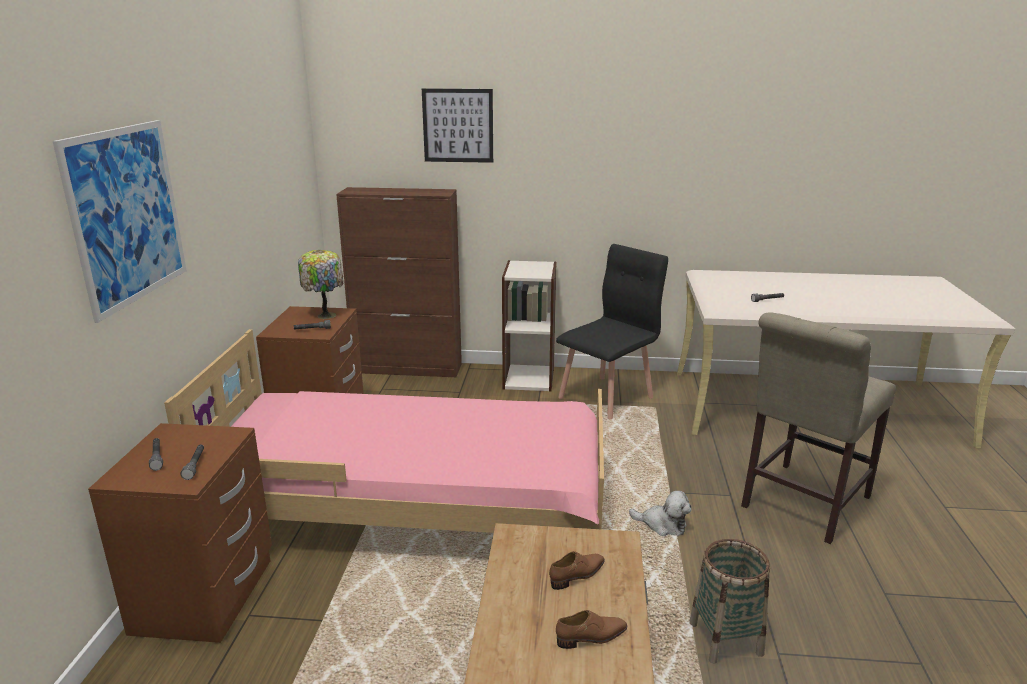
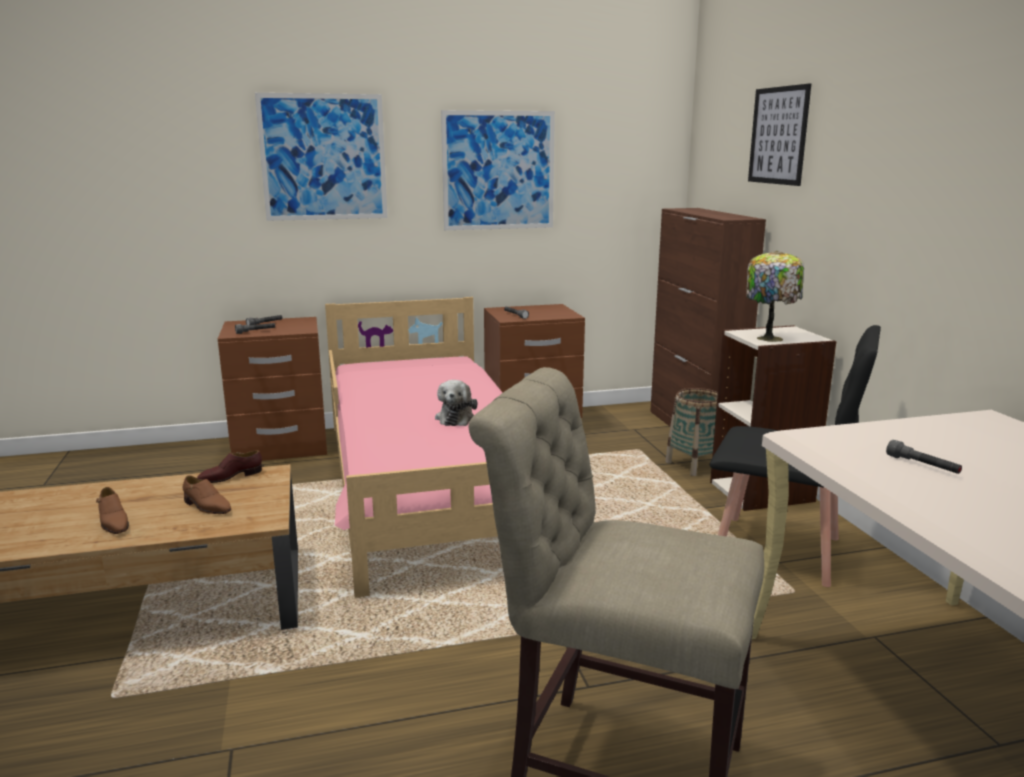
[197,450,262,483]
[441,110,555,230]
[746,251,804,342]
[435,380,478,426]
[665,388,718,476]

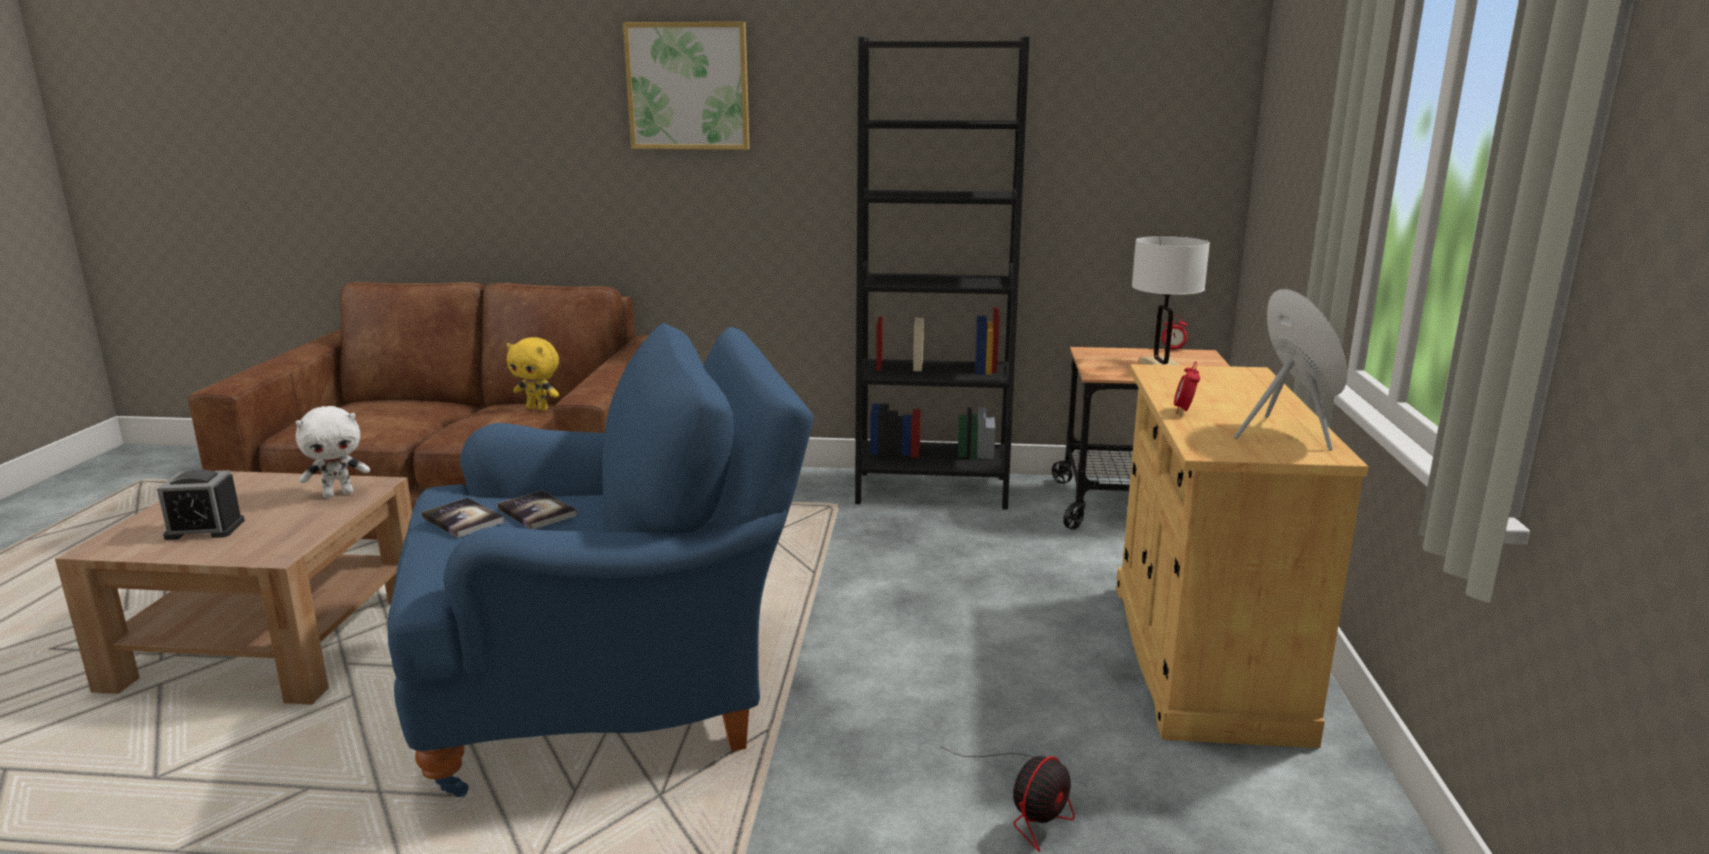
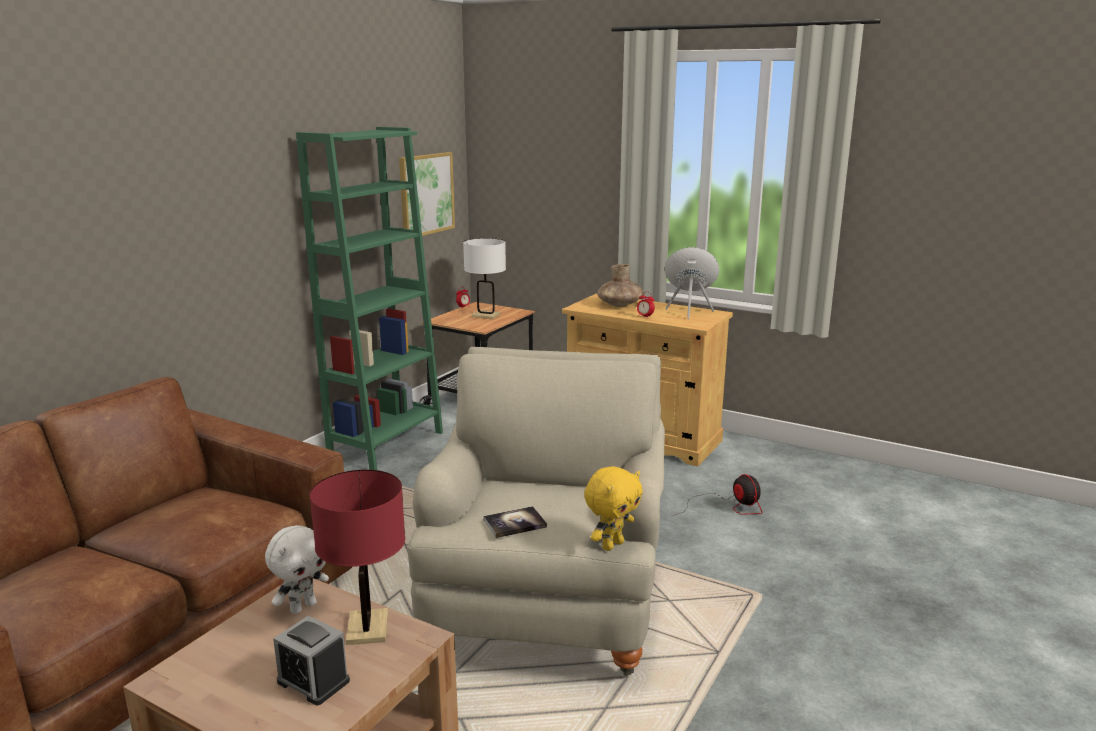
[497,491,577,529] (first image)
[309,470,405,645]
[597,264,643,307]
[584,466,643,551]
[399,152,455,239]
[408,347,665,676]
[296,127,443,470]
[273,615,350,705]
[265,525,329,614]

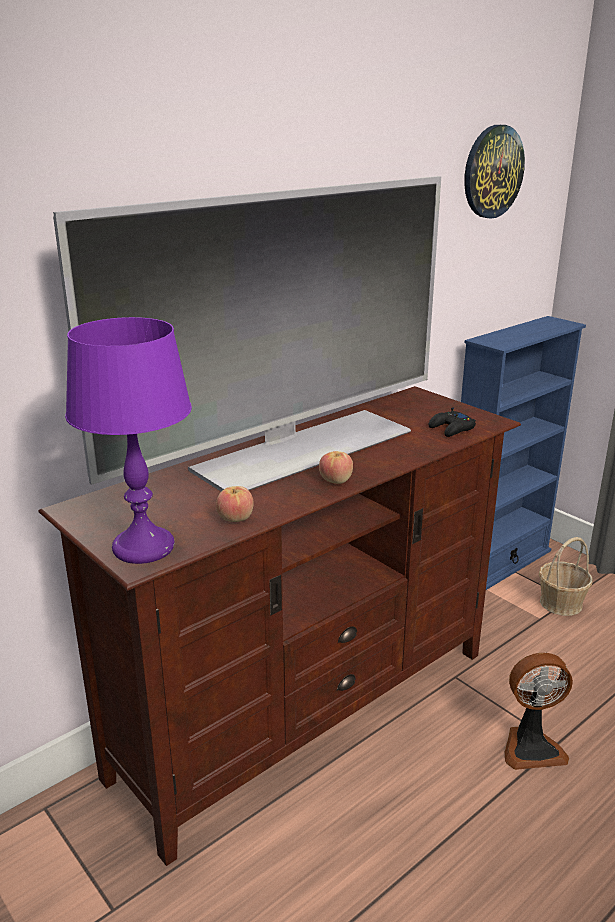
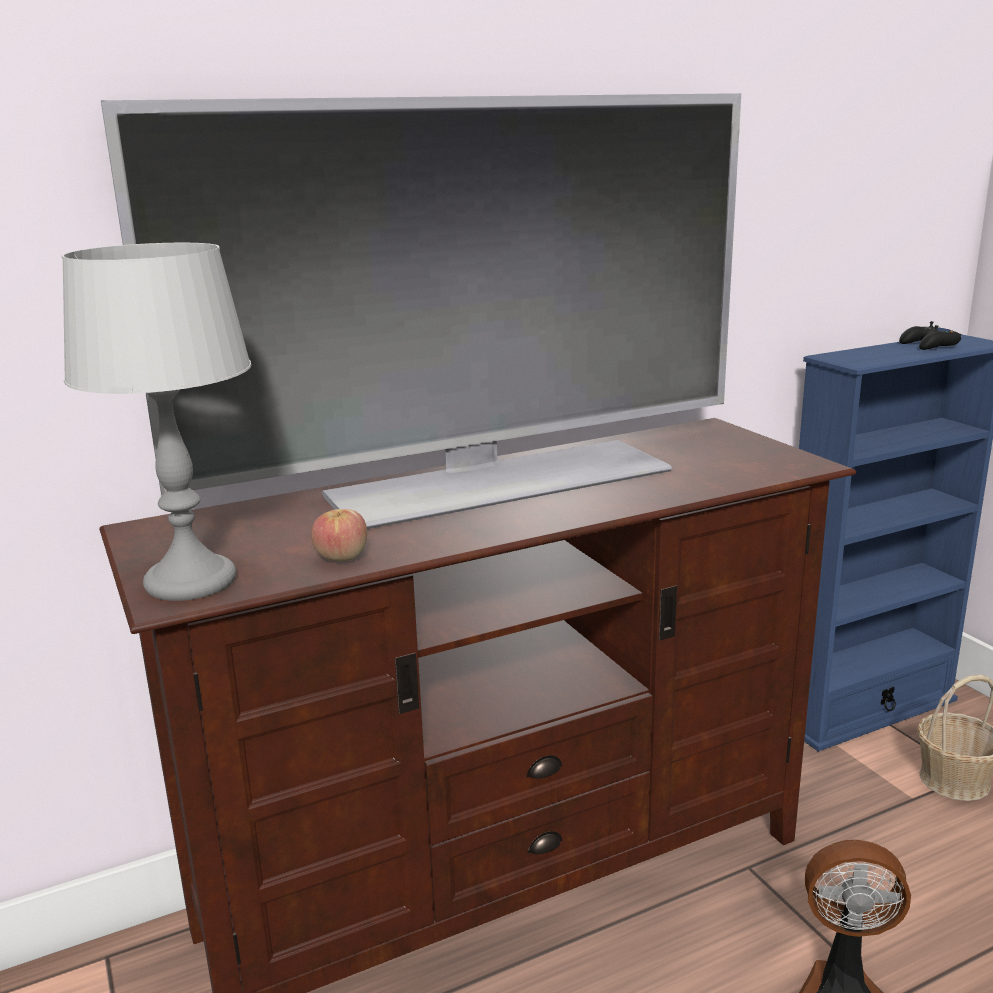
[319,451,353,484] (first image)
[464,125,525,219] (first image)
[899,321,962,350]
[62,243,252,601]

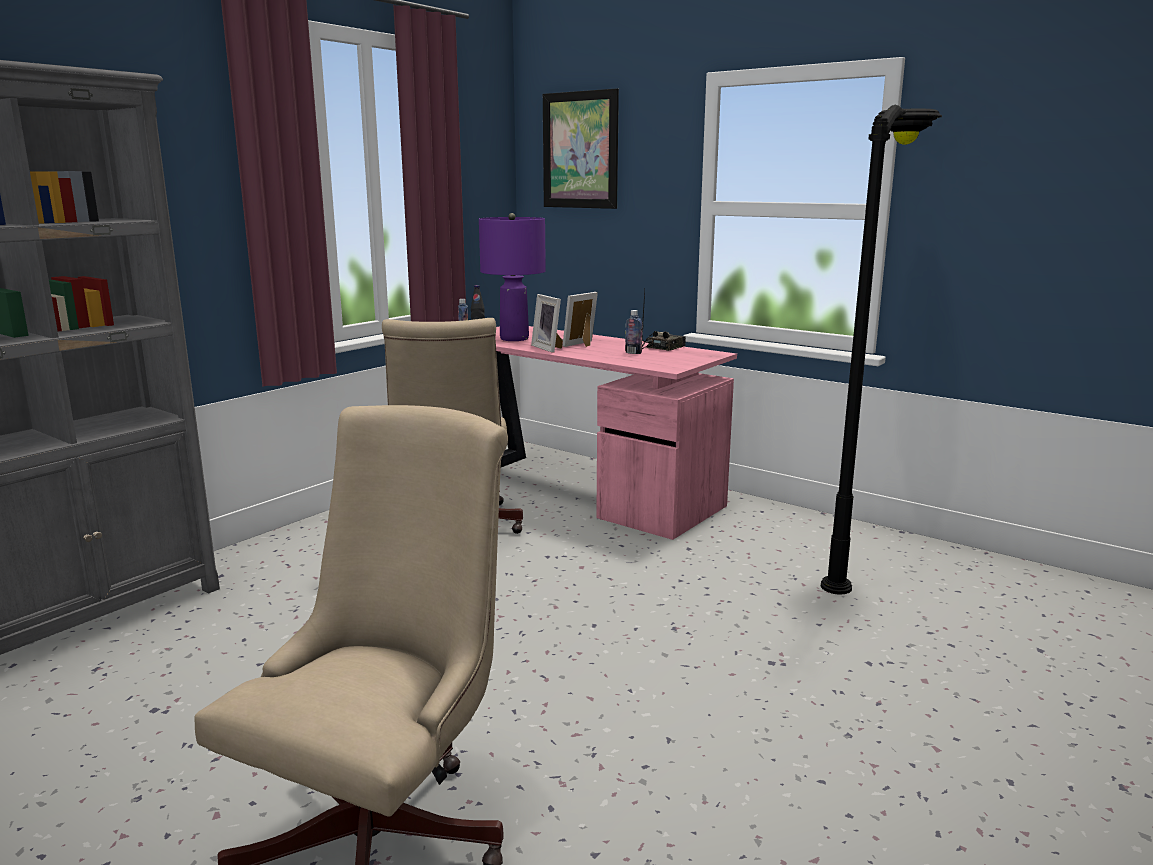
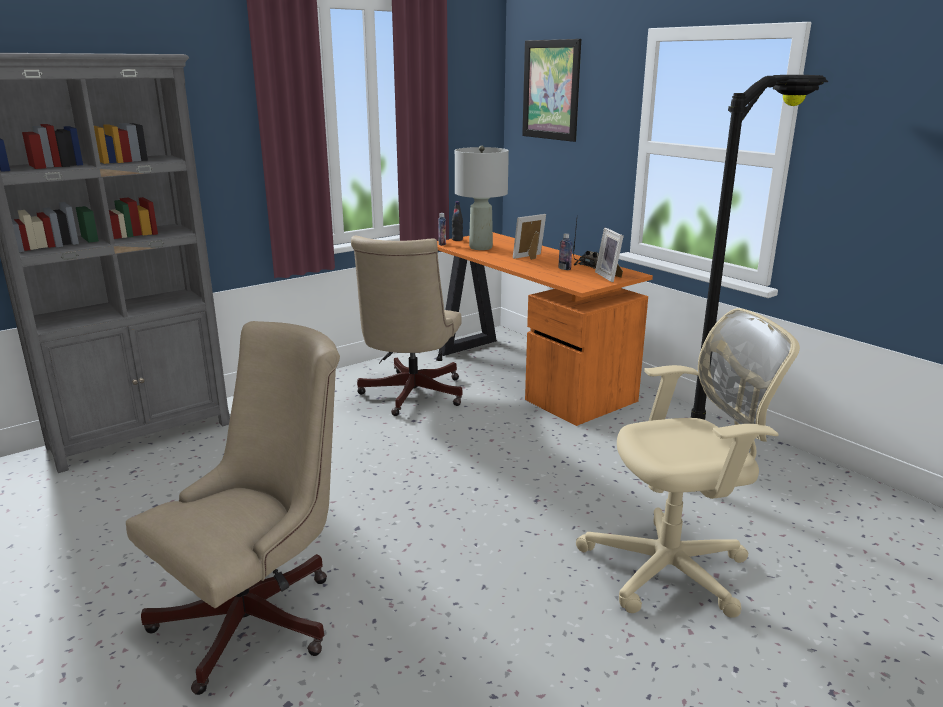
[576,308,800,618]
[595,228,624,282]
[455,146,509,250]
[437,232,653,426]

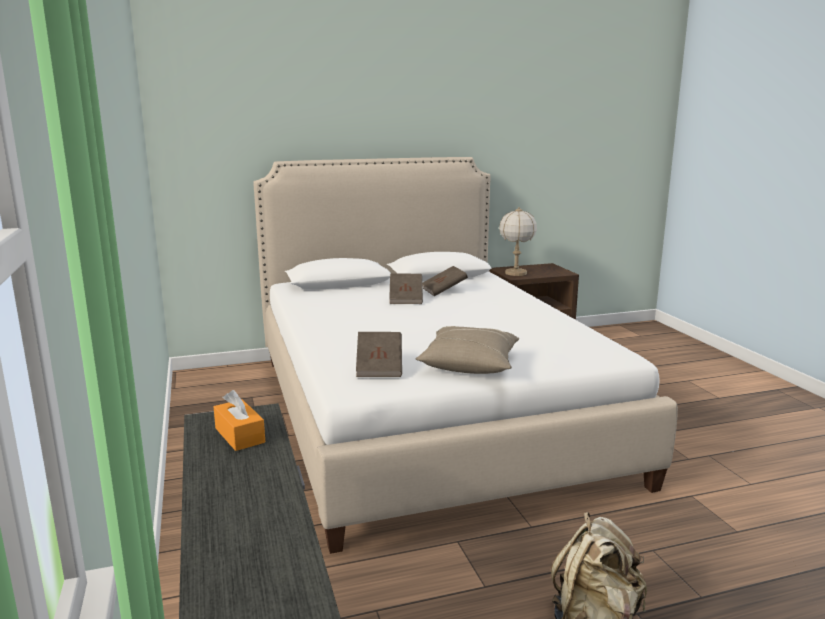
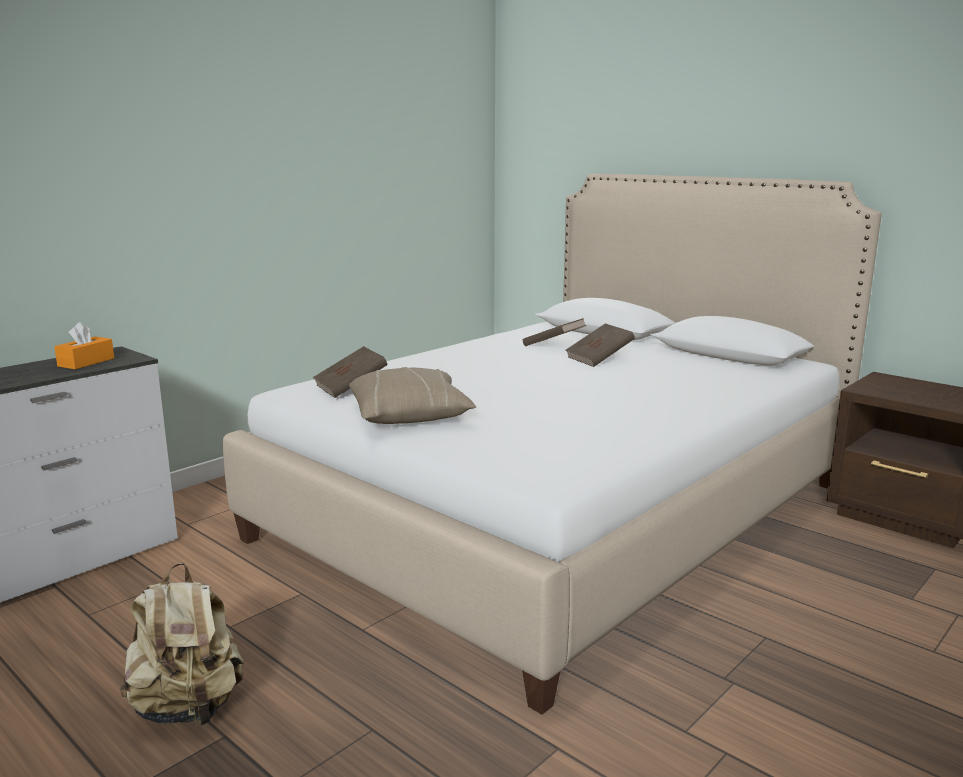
[499,207,537,276] (first image)
[523,318,587,346]

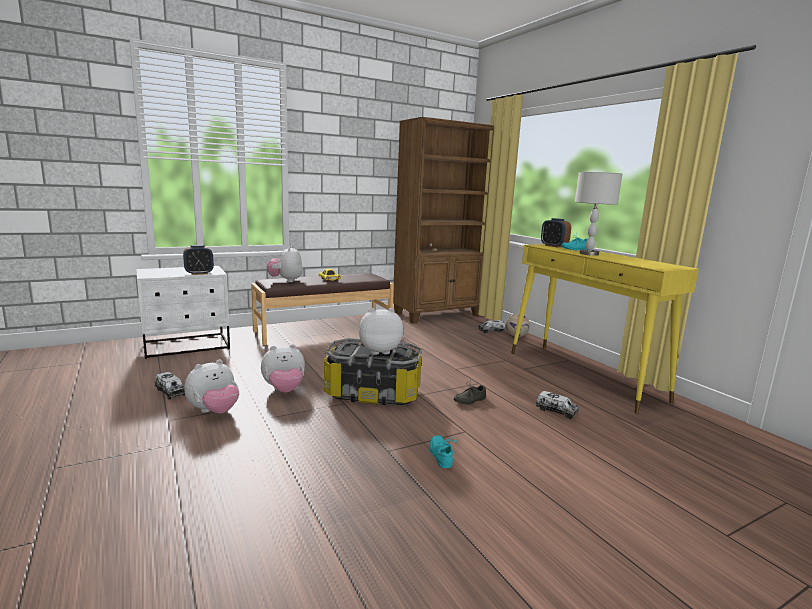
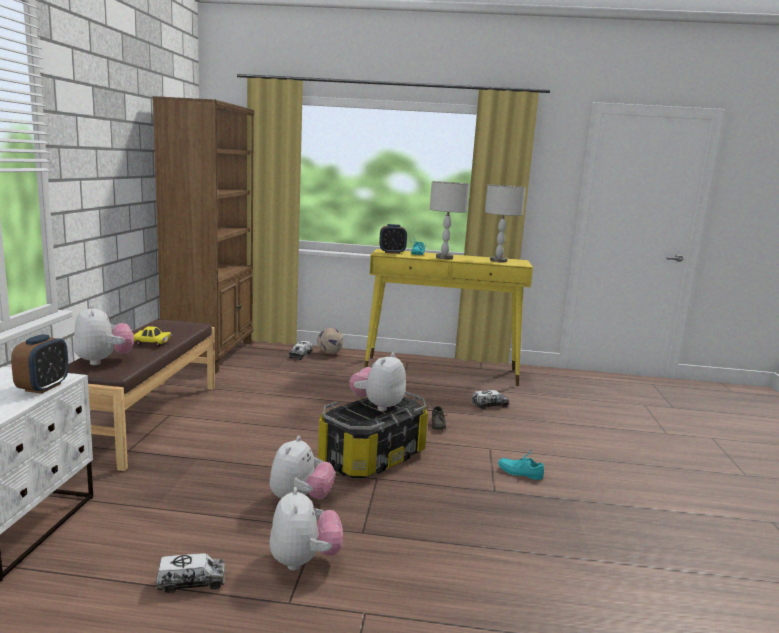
[485,185,526,262]
[73,304,134,365]

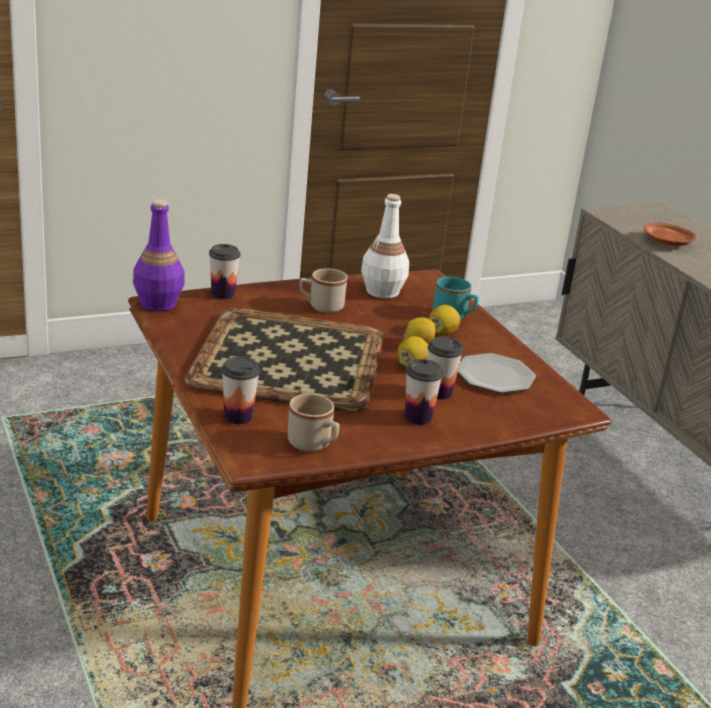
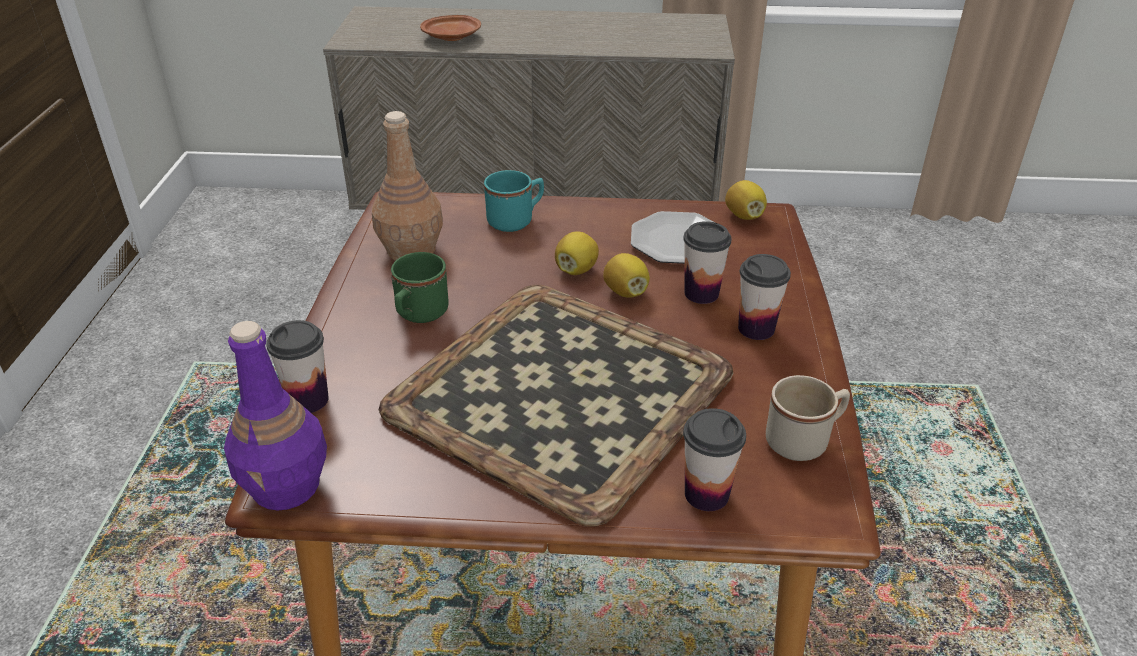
[725,180,767,220]
[391,252,448,323]
[372,111,443,261]

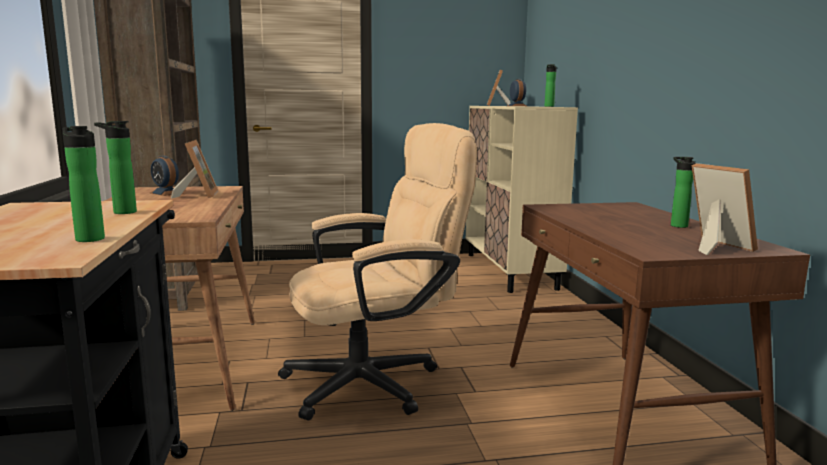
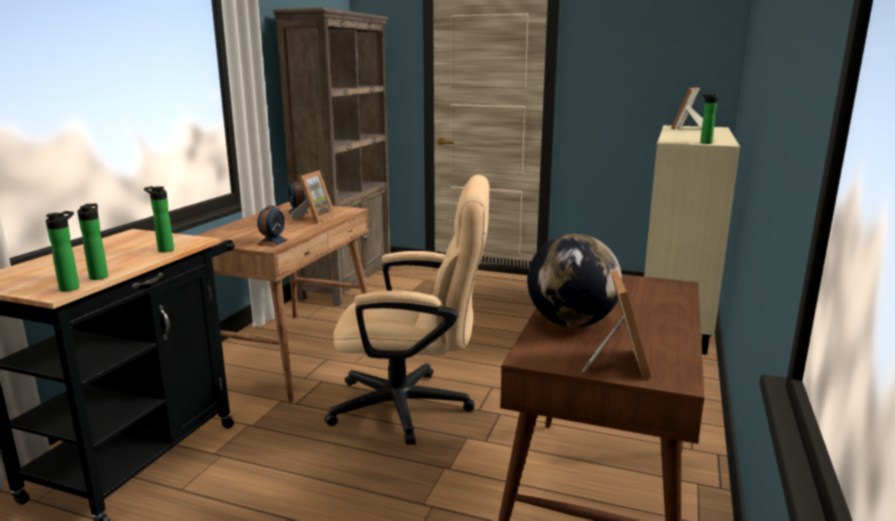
[527,234,622,327]
[256,206,289,247]
[46,211,80,291]

